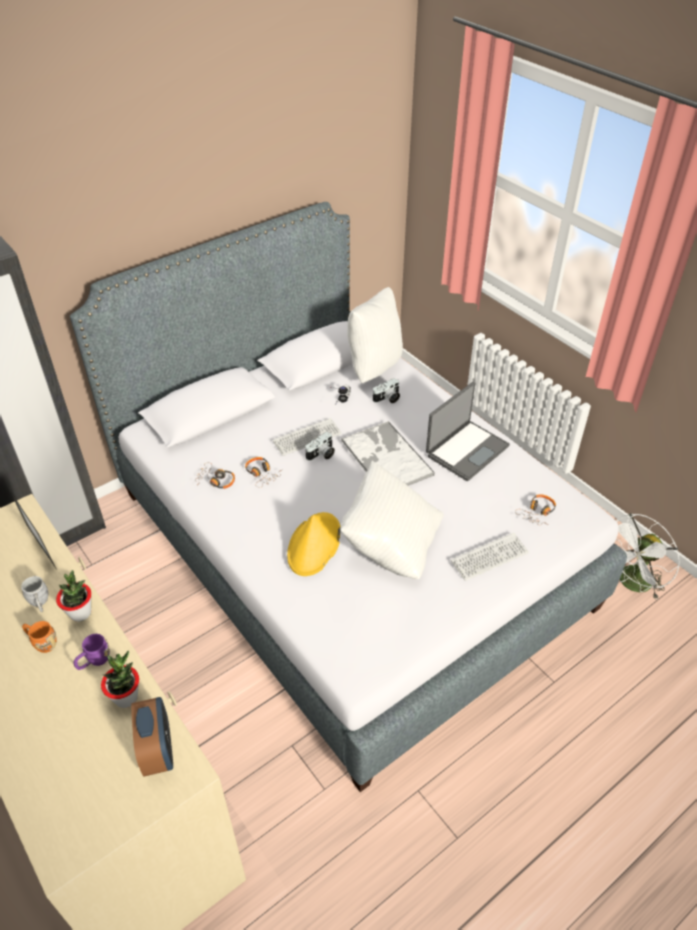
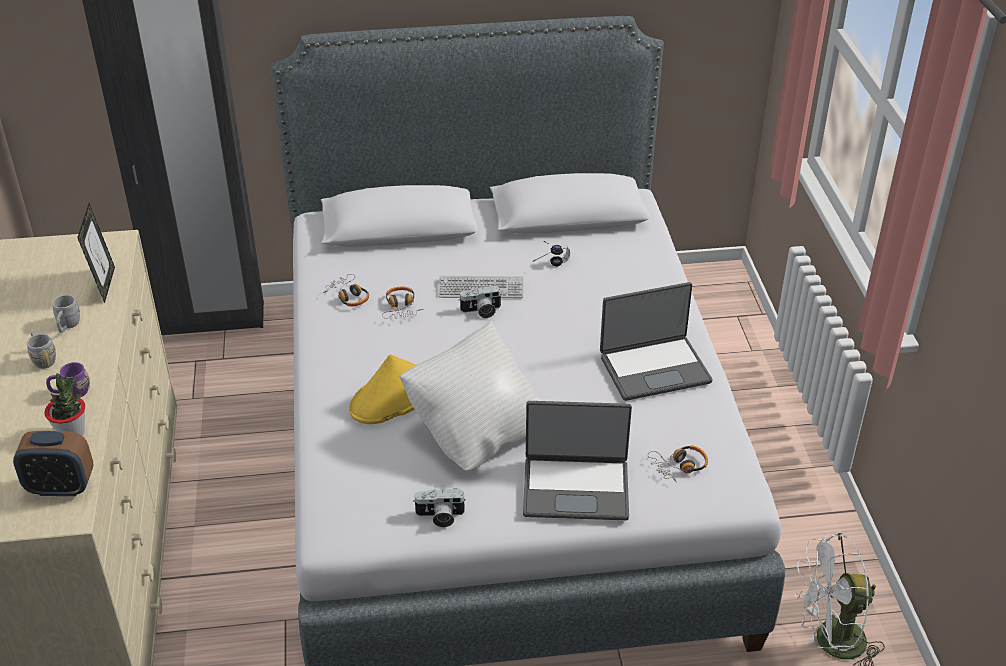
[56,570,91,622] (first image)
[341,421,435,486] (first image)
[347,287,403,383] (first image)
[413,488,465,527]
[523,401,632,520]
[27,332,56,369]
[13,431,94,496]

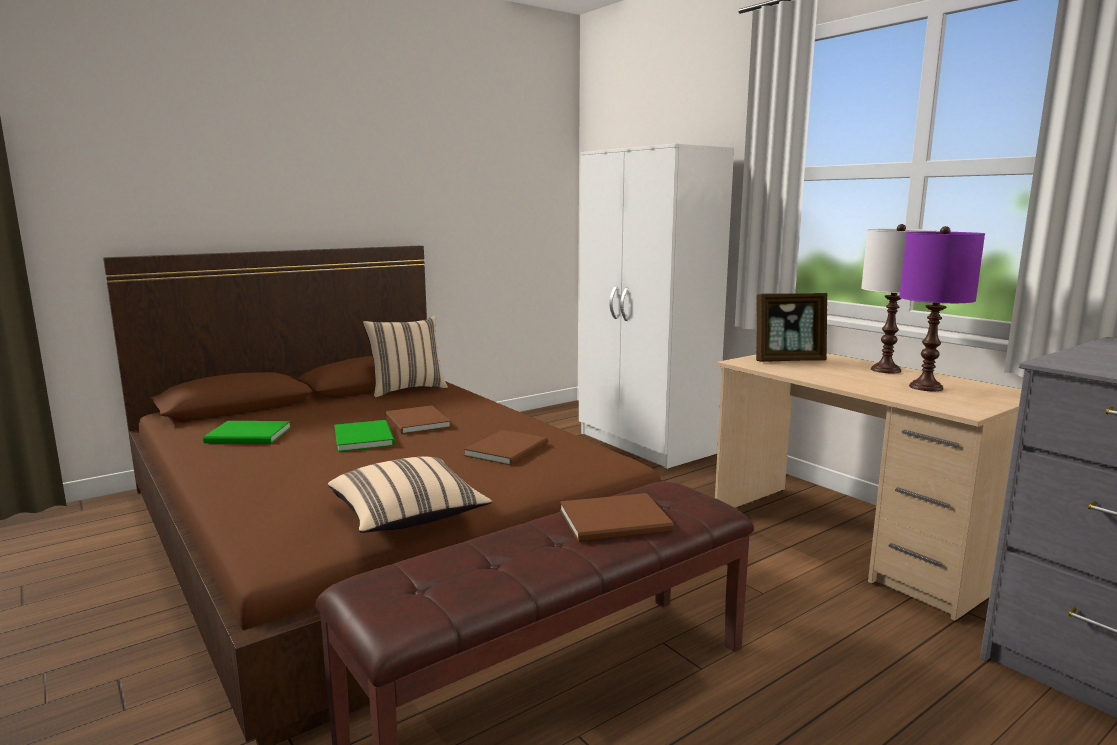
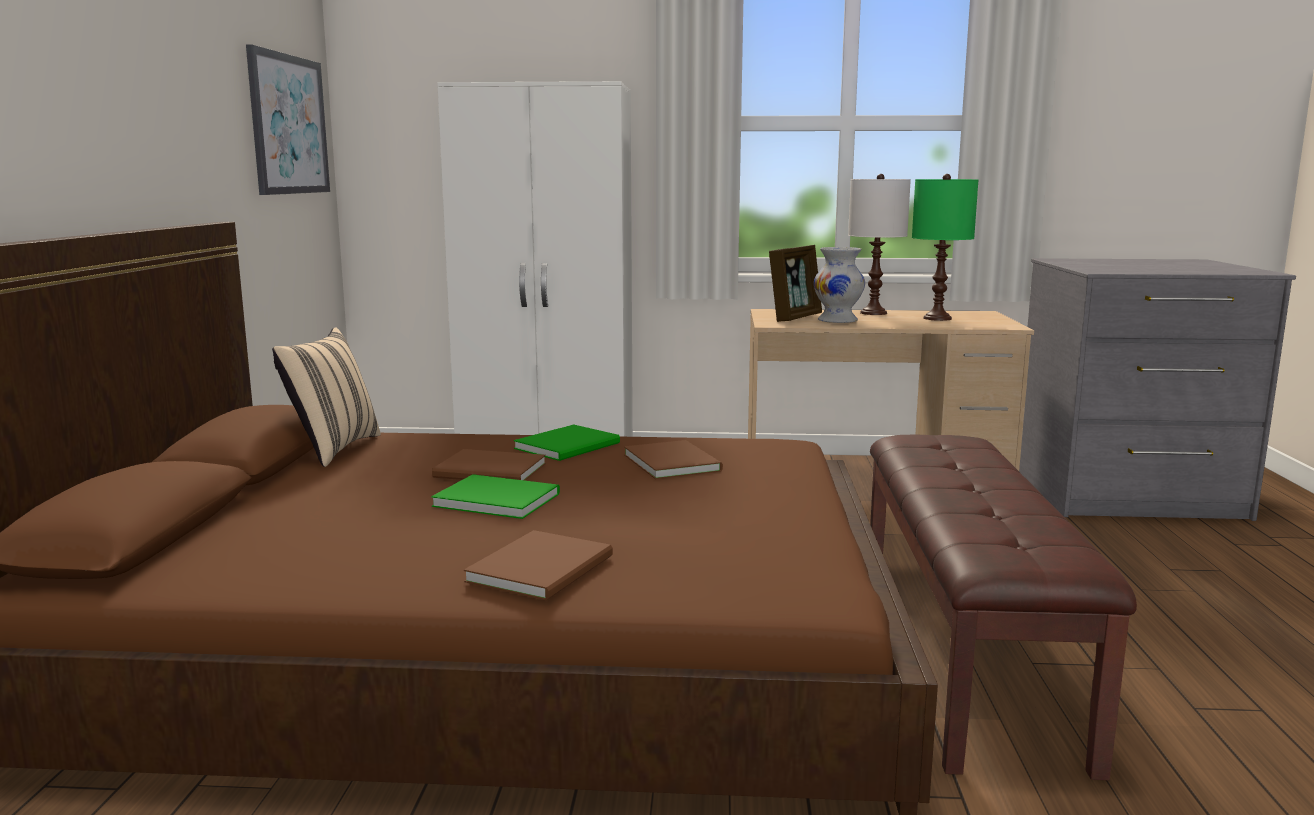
[328,457,492,533] (first image)
[246,45,330,195]
[814,247,865,323]
[514,424,620,461]
[464,530,613,600]
[912,174,979,321]

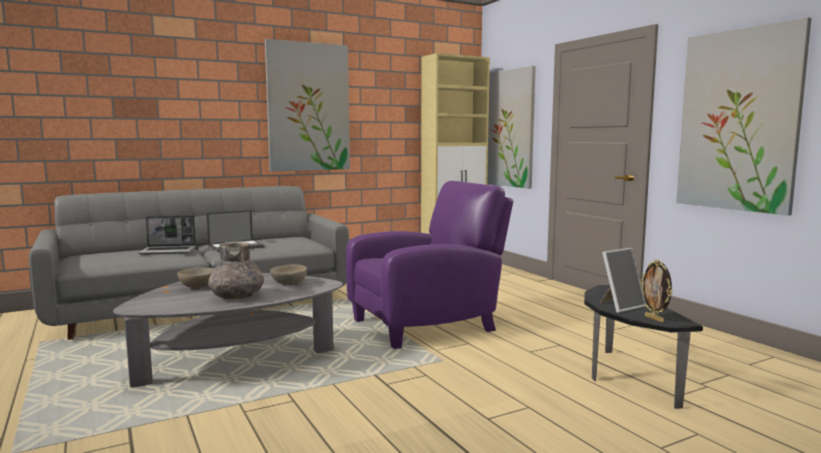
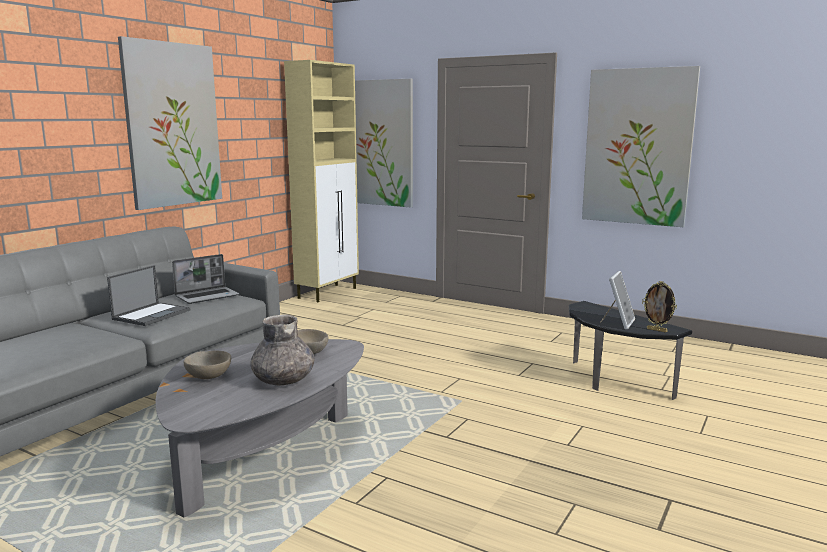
[346,181,513,349] (first image)
[172,254,239,304]

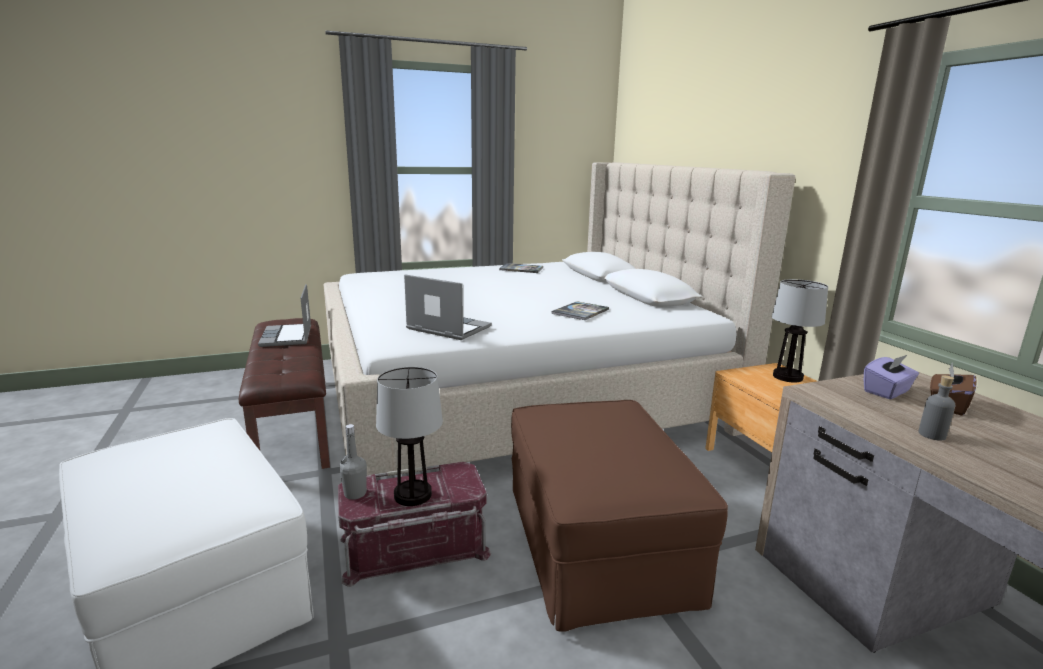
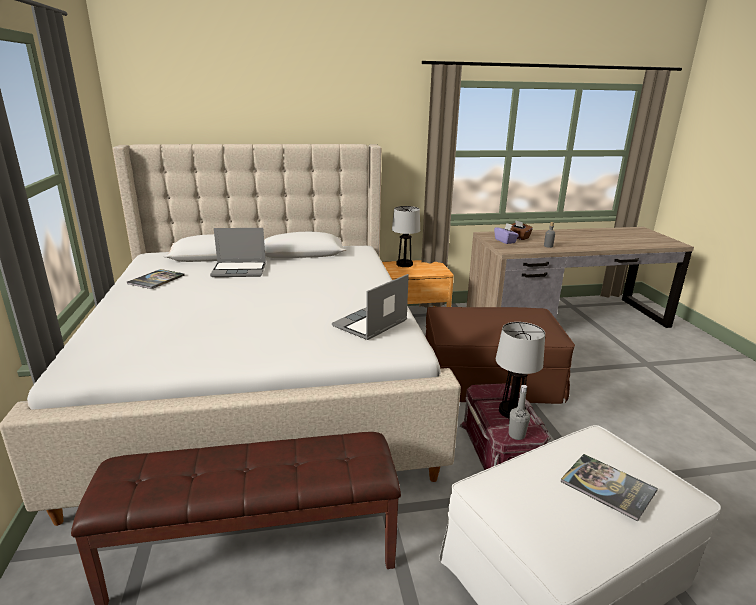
[210,228,266,277]
[561,454,658,521]

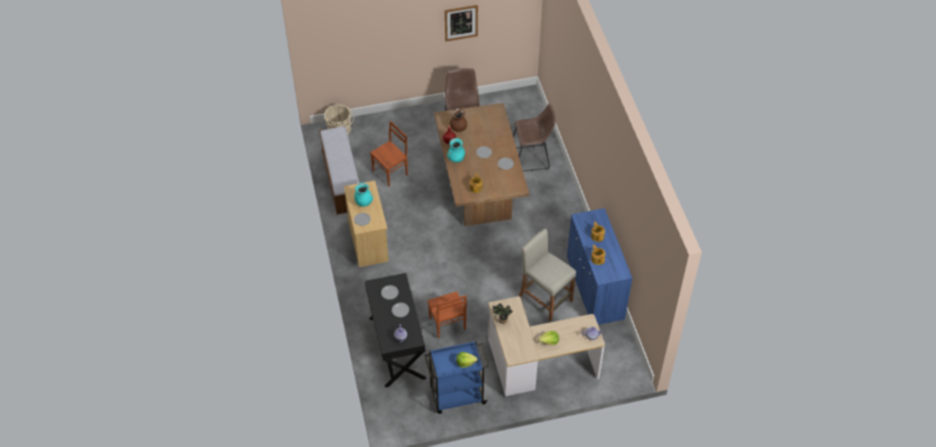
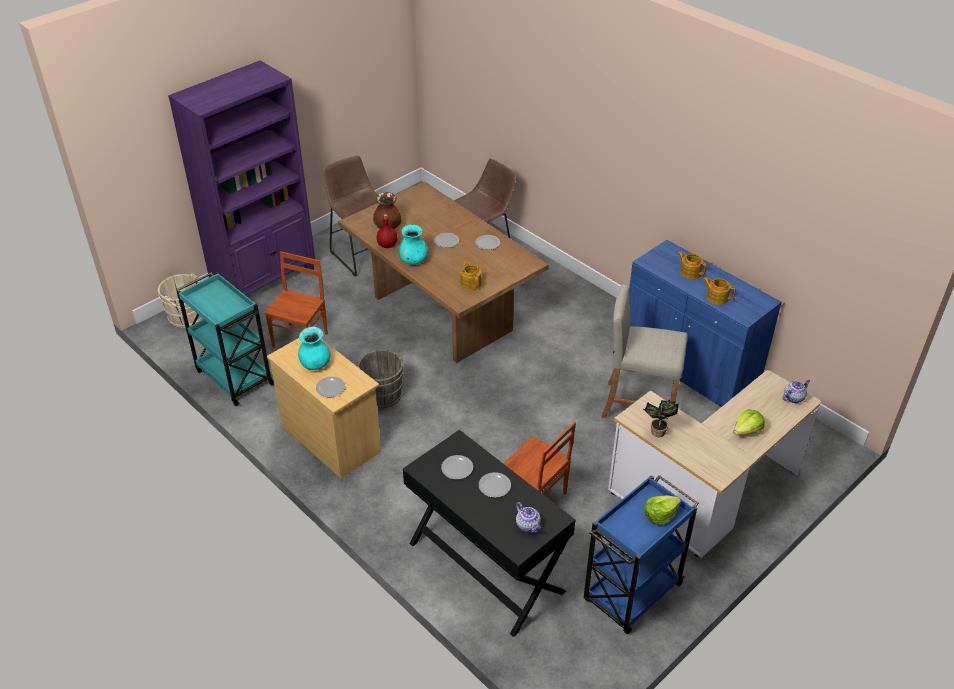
[445,5,478,41] (first image)
[168,60,315,296]
[354,350,404,408]
[177,272,274,406]

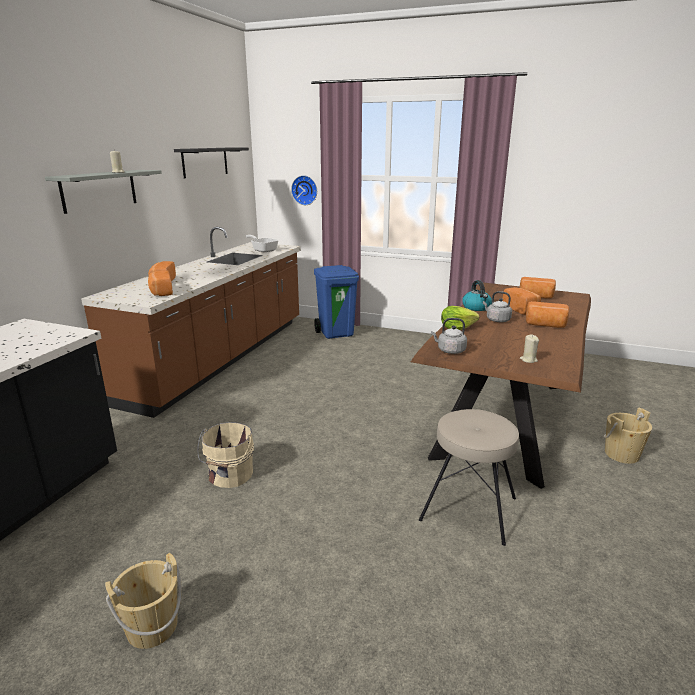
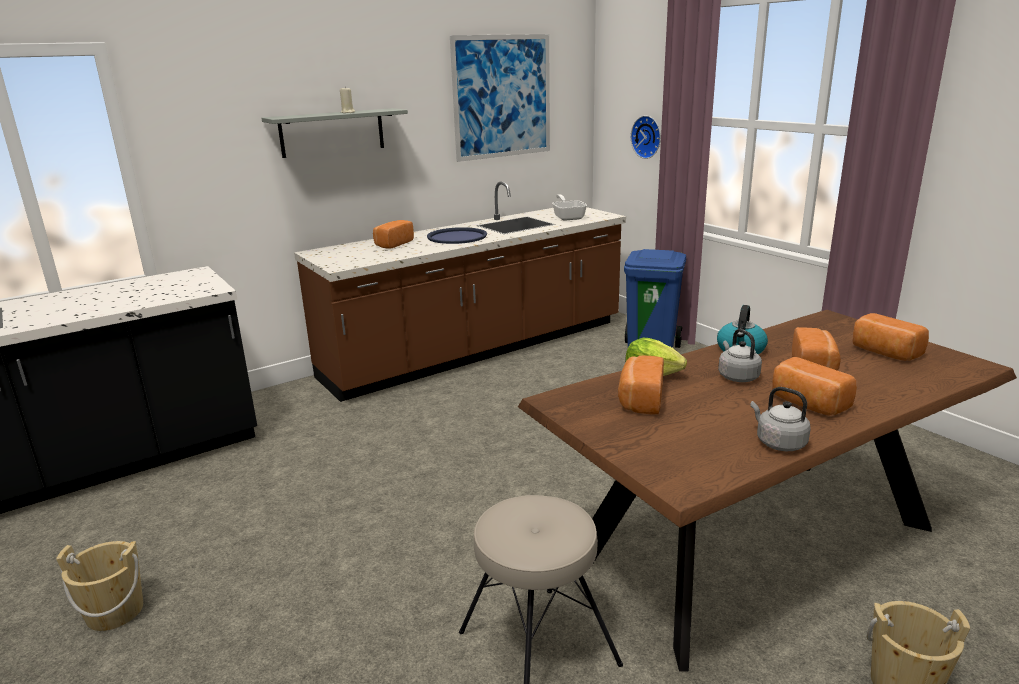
[197,422,254,488] (first image)
[520,335,539,363] (first image)
[427,227,487,244]
[618,355,664,415]
[750,387,811,451]
[450,34,550,162]

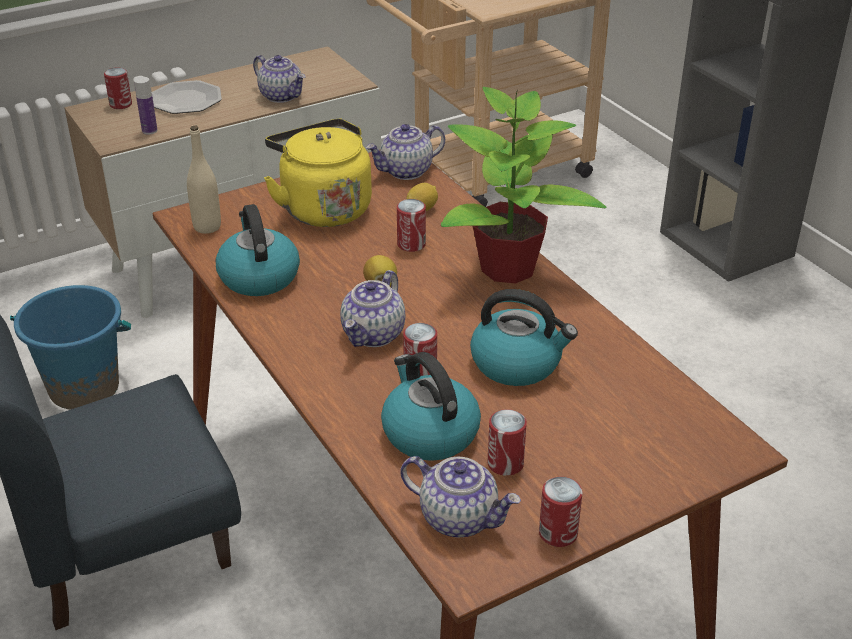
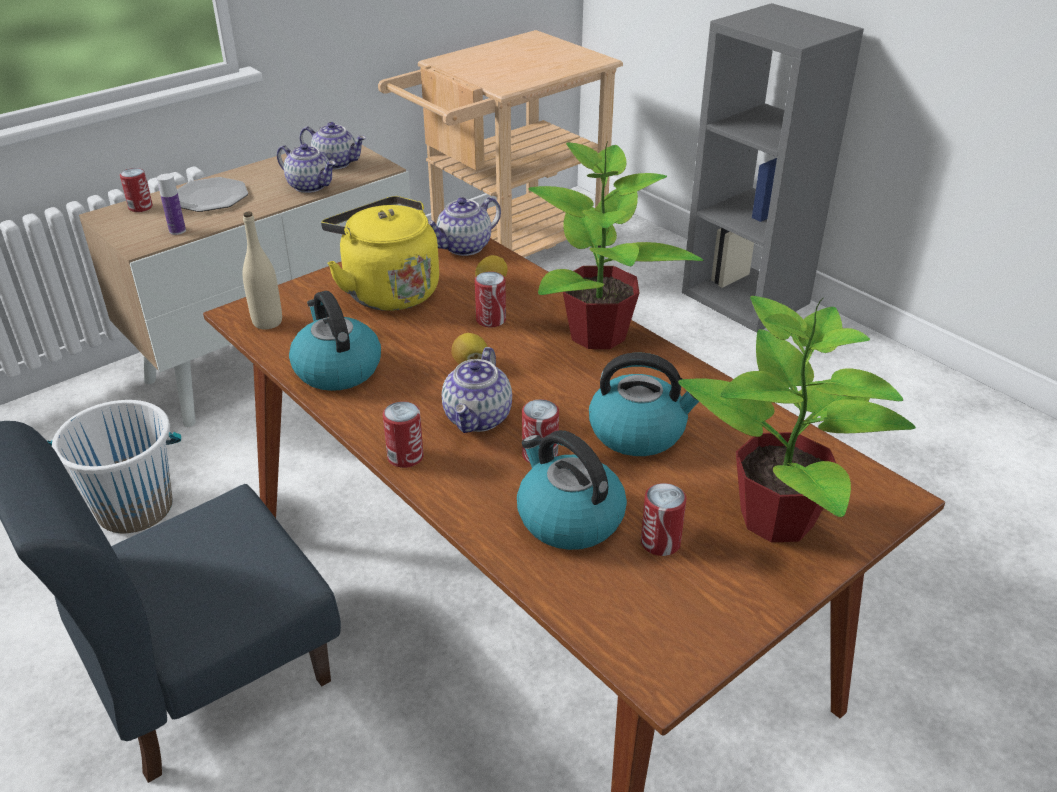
[678,296,916,543]
[300,122,366,170]
[383,401,423,468]
[47,400,181,533]

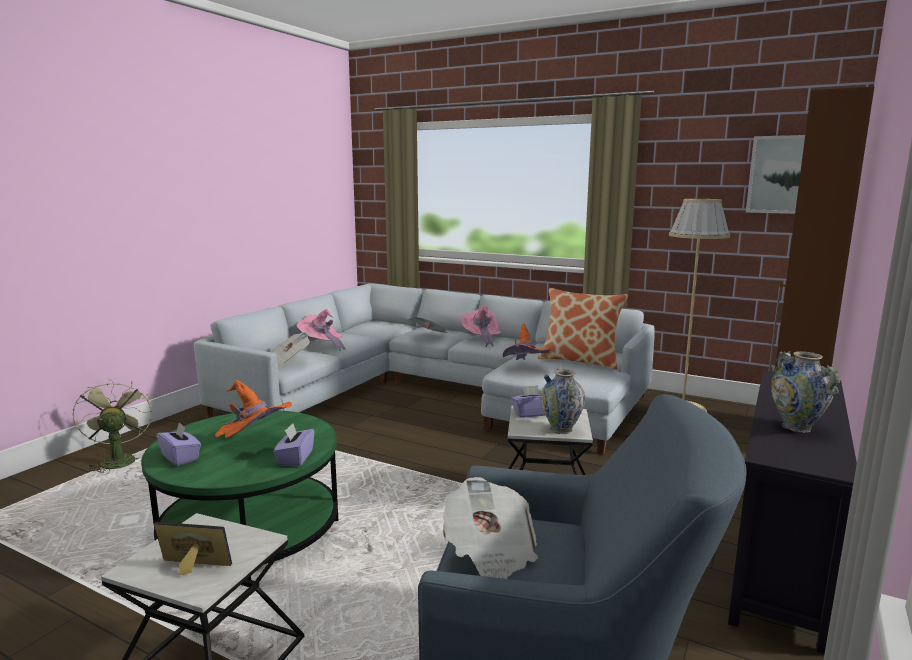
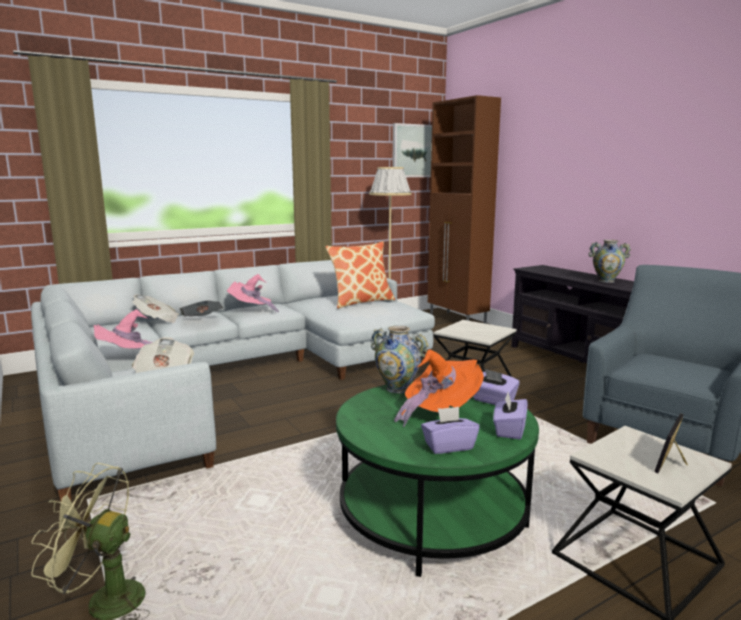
[502,324,550,360] (first image)
[132,295,179,323]
[493,392,528,440]
[371,326,428,394]

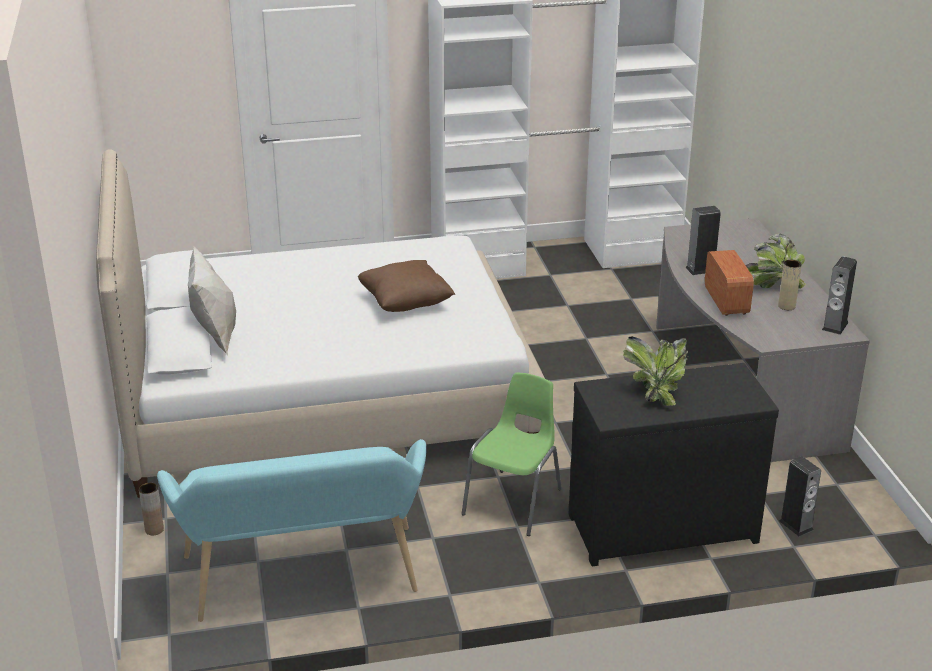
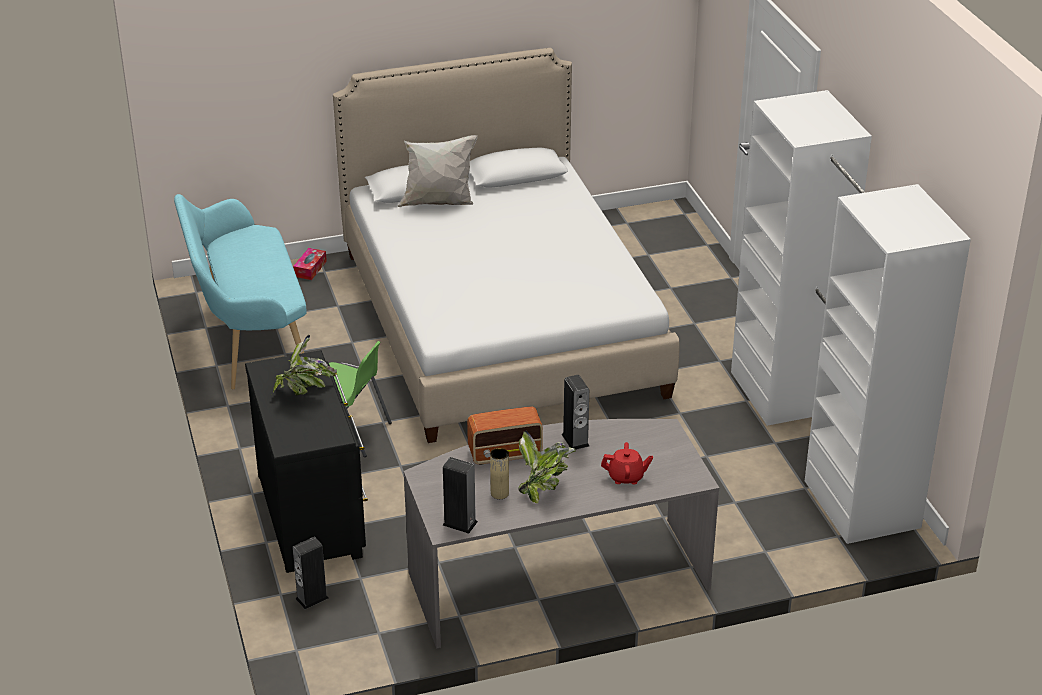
[358,260,455,312] (first image)
[601,442,653,485]
[293,248,327,280]

